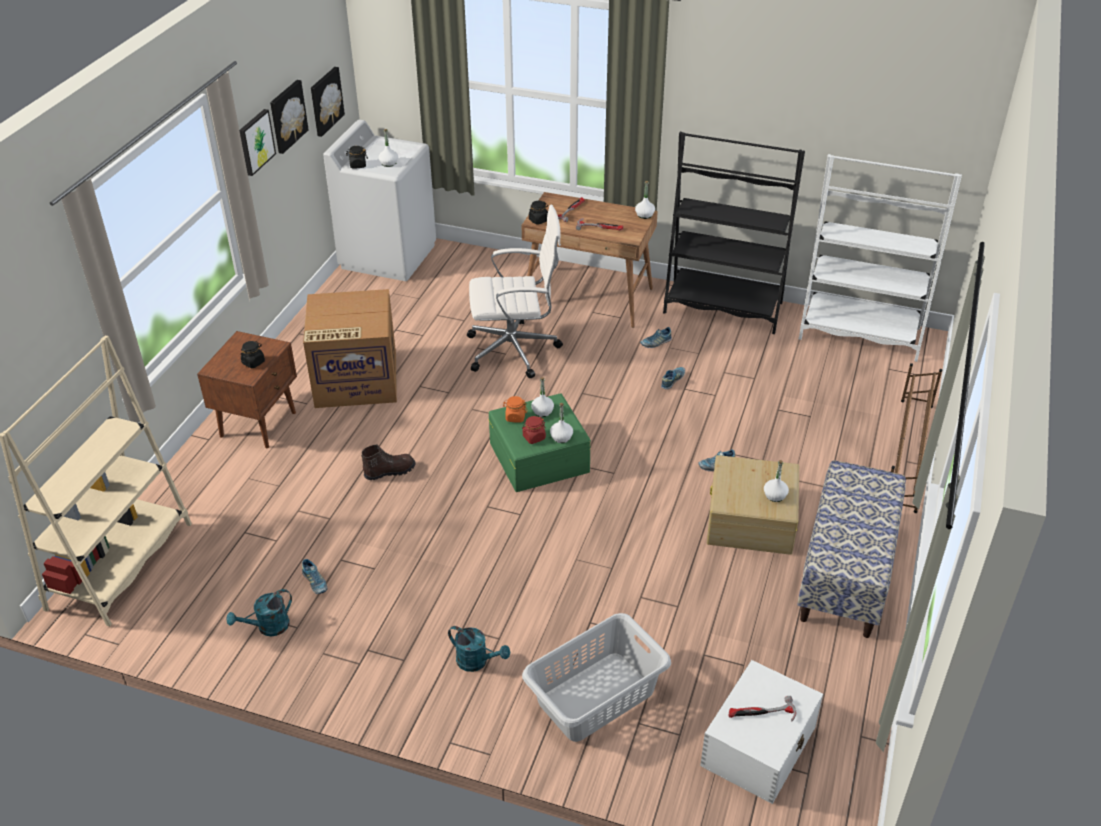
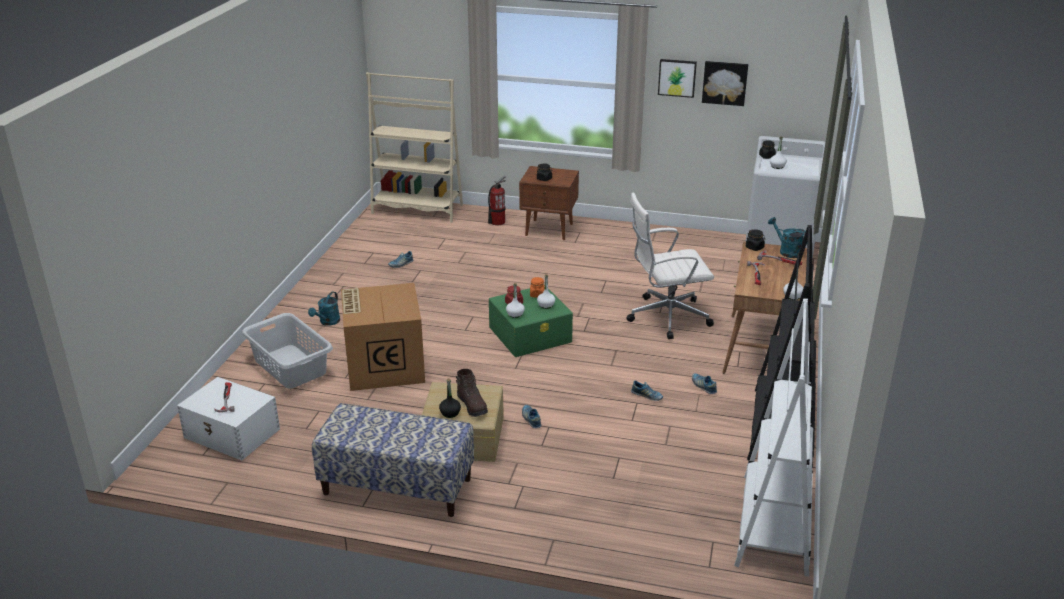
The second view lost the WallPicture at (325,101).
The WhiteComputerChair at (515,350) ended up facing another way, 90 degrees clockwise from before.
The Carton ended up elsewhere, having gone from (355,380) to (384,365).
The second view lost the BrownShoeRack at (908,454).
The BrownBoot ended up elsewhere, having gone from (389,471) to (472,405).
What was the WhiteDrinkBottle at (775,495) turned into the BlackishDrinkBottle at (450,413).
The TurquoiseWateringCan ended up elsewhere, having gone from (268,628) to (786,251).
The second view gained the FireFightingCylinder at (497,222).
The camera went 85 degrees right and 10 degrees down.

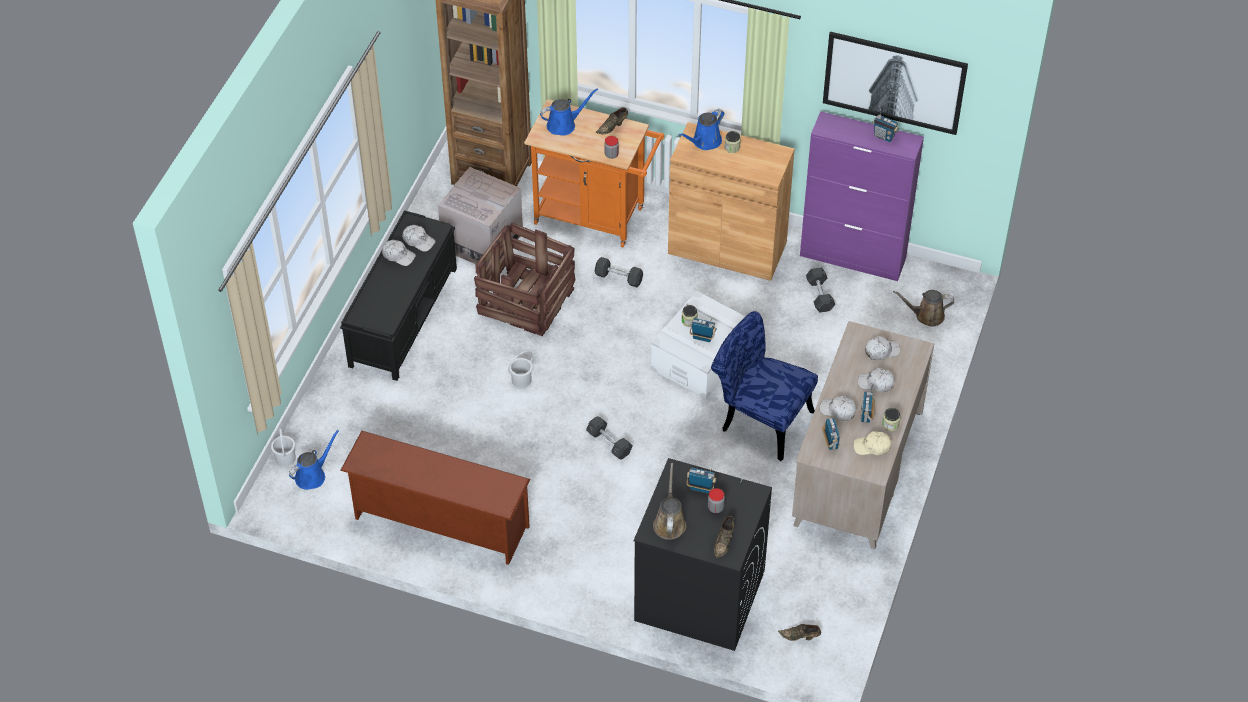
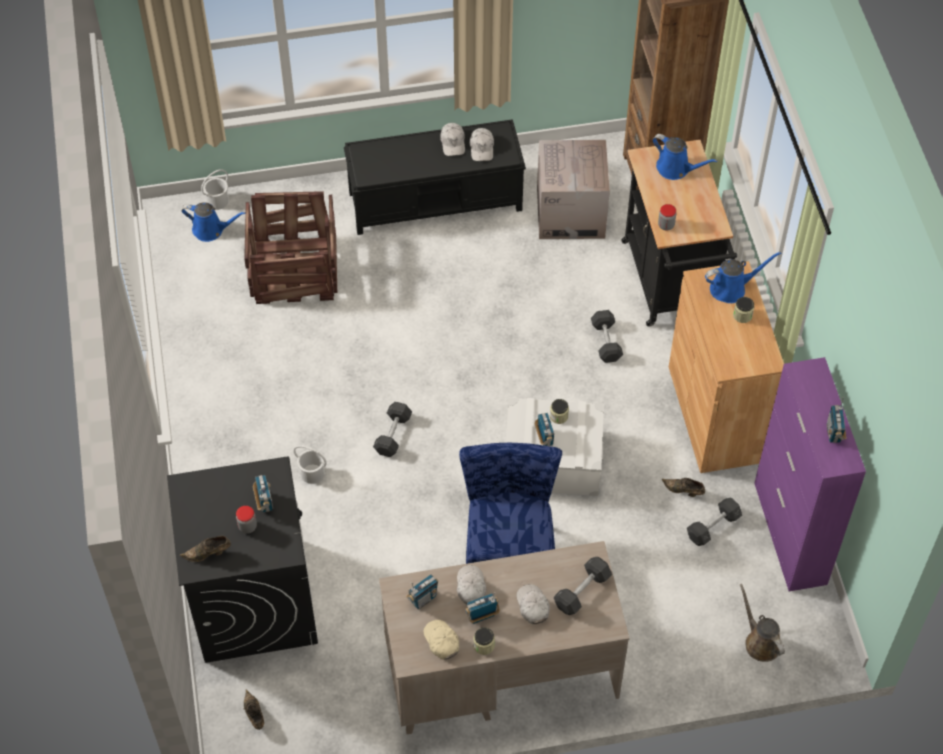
The second view lost the WallPicture at (894,82).
What was the OrangeyWheeledCart at (596,217) turned into the BlackishWheeledCart at (670,285).
The BrownShoe ended up elsewhere, having gone from (613,127) to (684,491).
The BlueColouredWateringCan at (704,142) ended up facing another way, 150 degrees clockwise from before.
The Crate ended up elsewhere, having gone from (527,299) to (295,270).
Where the WhiteCap stood at (881,351), the GreyishDumbbell came to stand at (582,591).
The WhitePail ended up elsewhere, having gone from (521,380) to (312,474).
The second view lost the BrownShoeRack at (439,523).
The second view lost the BrownWateringCan at (669,522).
The camera went 60 degrees right and 5 degrees up.

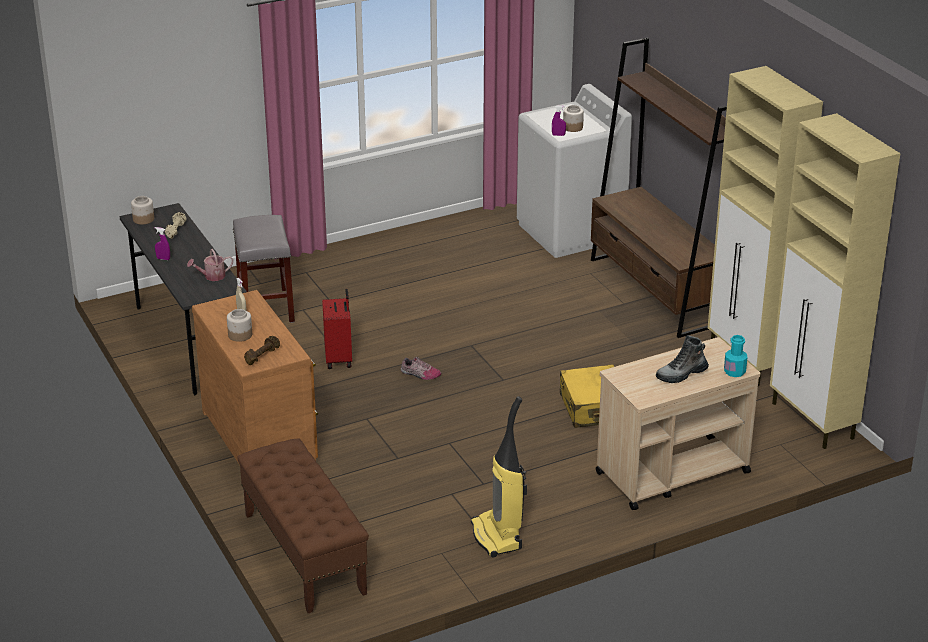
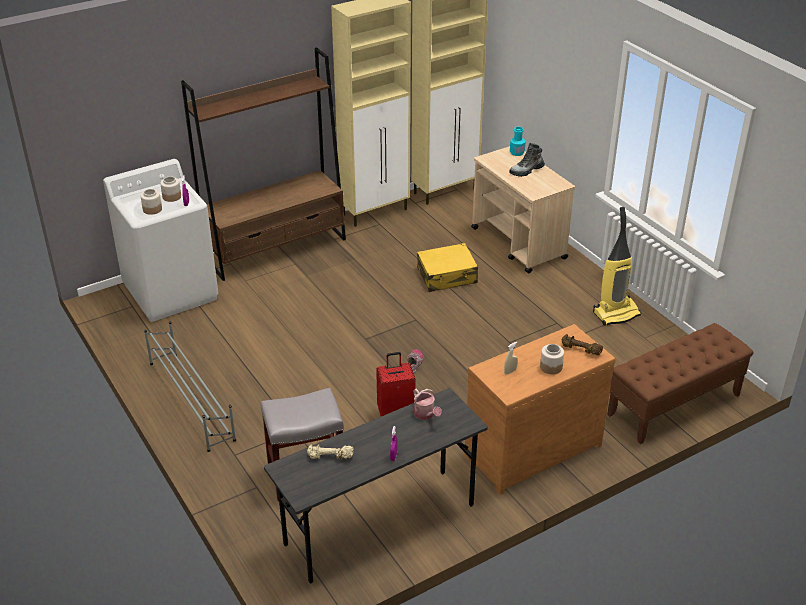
The PreserveJar ended up elsewhere, having gone from (143,219) to (152,209).
The Boot at (681,374) ended up facing another way, 90 degrees clockwise from before.
The second view gained the GreyishShoeRack at (191,400).
The camera went 95 degrees left and 5 degrees up.

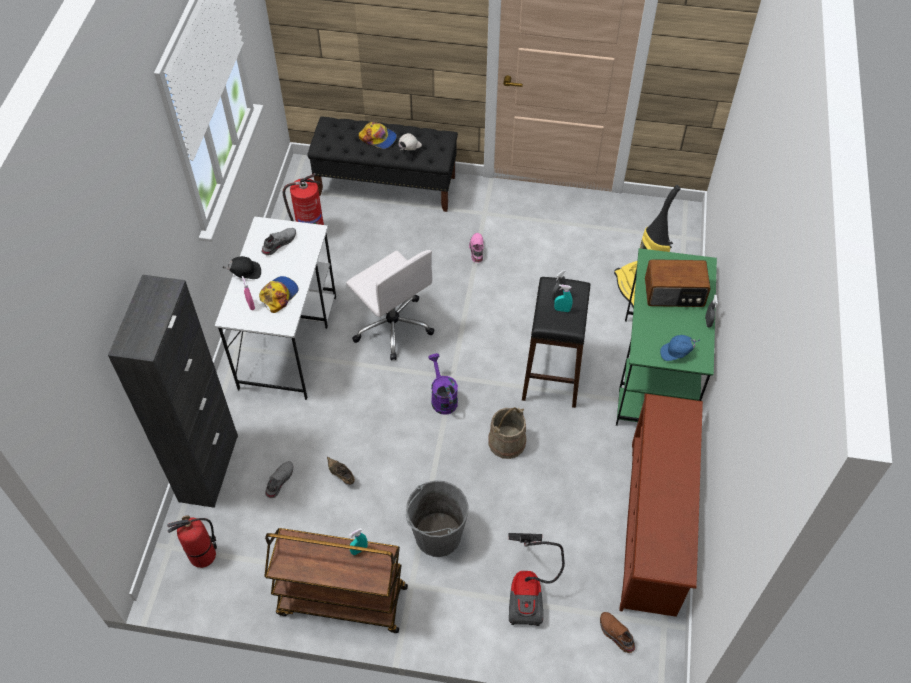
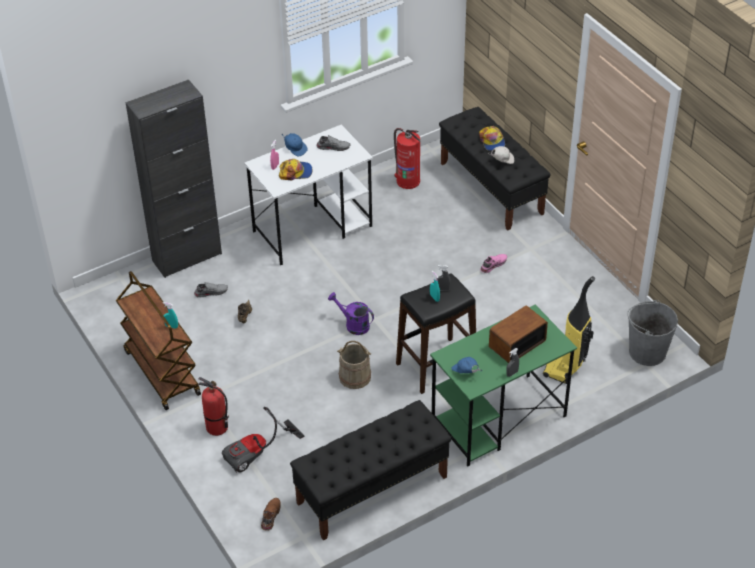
The second view lost the WhiteComputerChair at (392,326).
What was the BlackishCap at (245,273) turned into the BlueColouredCap at (295,149).
The RadioSet at (674,294) ended up facing another way, 90 degrees clockwise from before.
The PurpleColouredWateringCan at (442,397) ended up facing another way, 90 degrees counterclockwise from before.
Where the BrownShoeRack stood at (654,527), the BlackishLongSeat came to stand at (371,490).
The GreyishPail ended up elsewhere, having gone from (437,535) to (647,352).
The FireFightingCylinder ended up elsewhere, having gone from (202,556) to (216,428).
The camera went 50 degrees right and 10 degrees down.

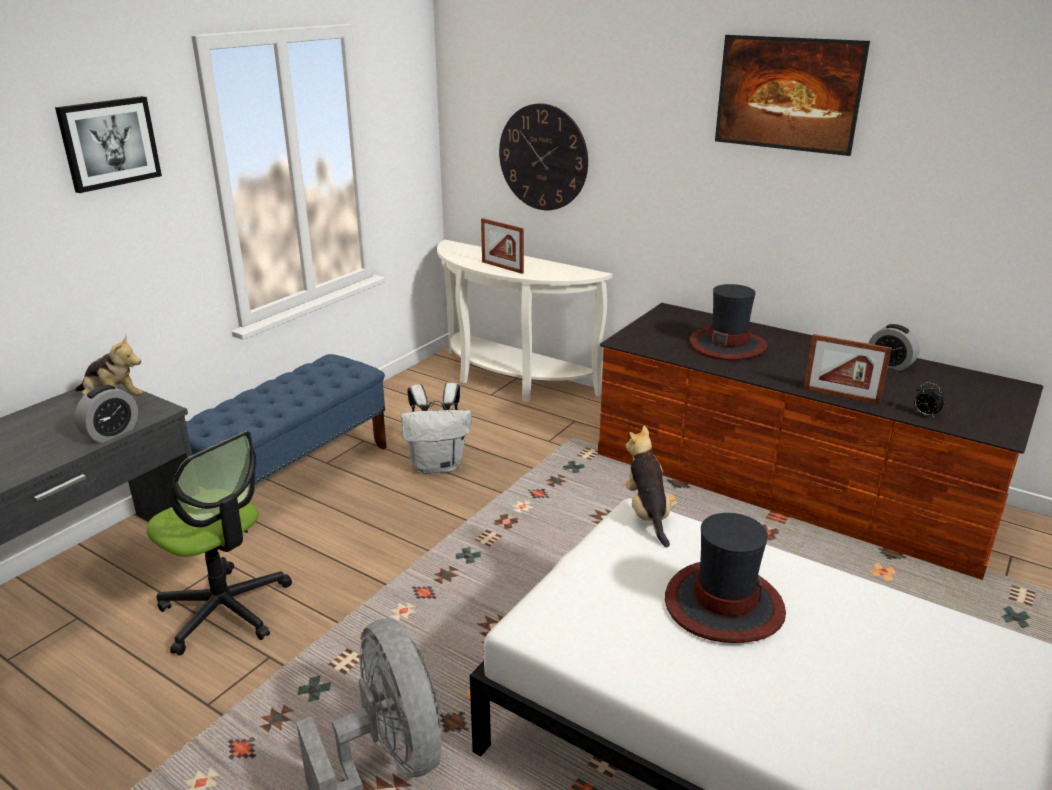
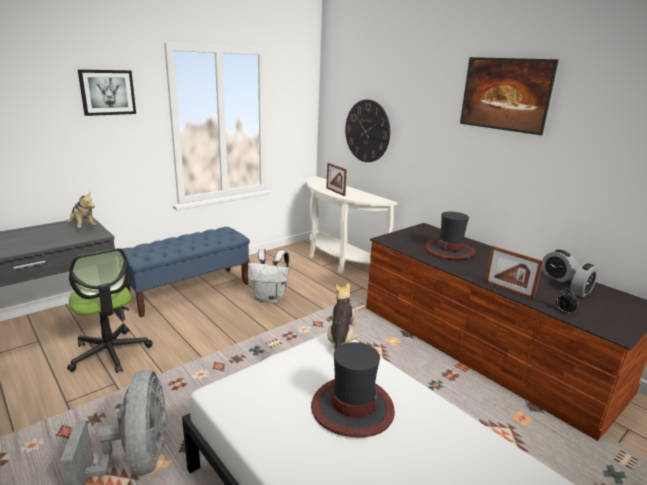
The AlarmClock ended up elsewhere, having gone from (111,433) to (580,292).
The camera went 15 degrees right and 5 degrees down.

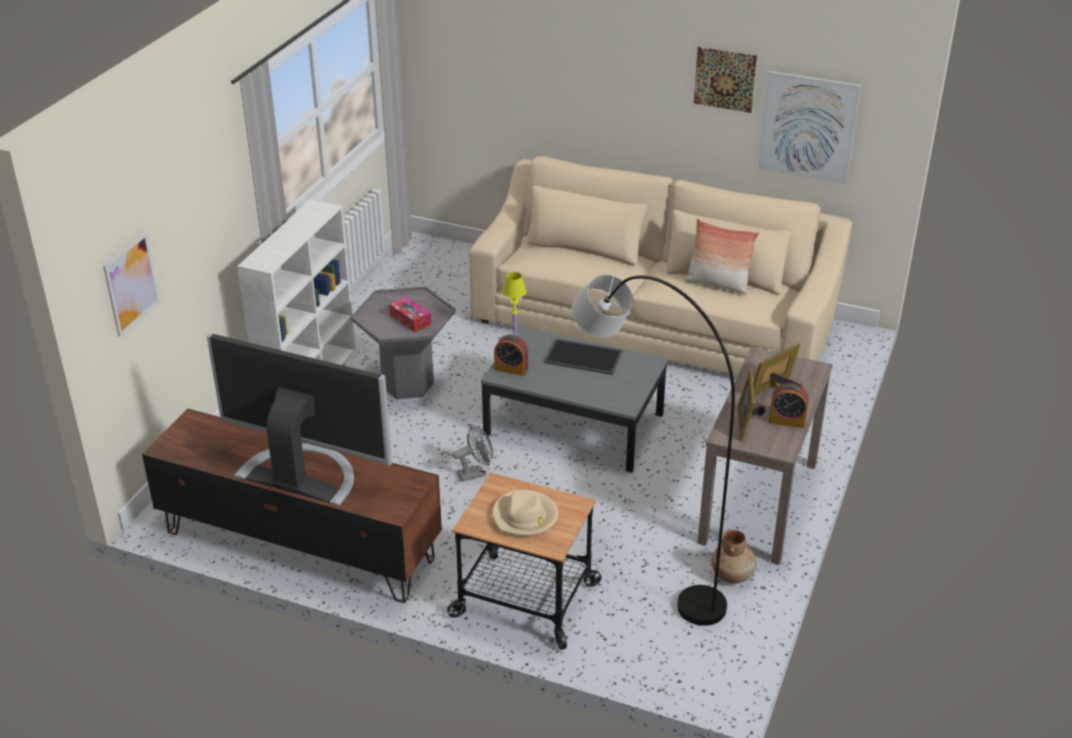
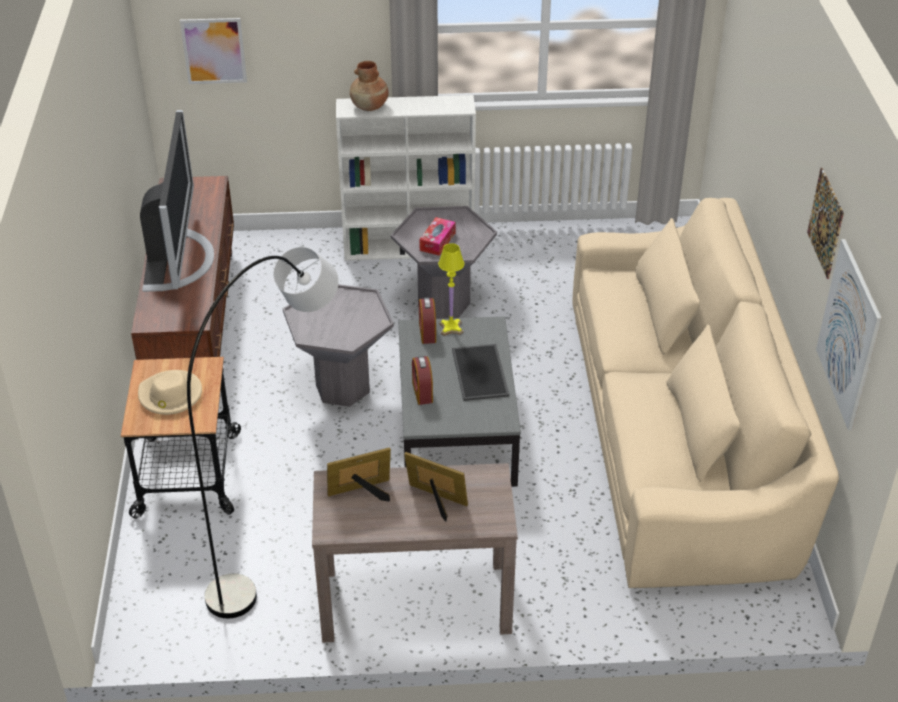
The second view lost the ThrowPillow at (718,284).
The AlarmClock ended up elsewhere, having gone from (787,421) to (422,392).
Where the GreyishElectricFan stood at (475,473), the GreyishSideTable came to stand at (342,388).
The BrownFlowerVase ended up elsewhere, having gone from (732,575) to (369,106).
The camera went 65 degrees right and 5 degrees up.

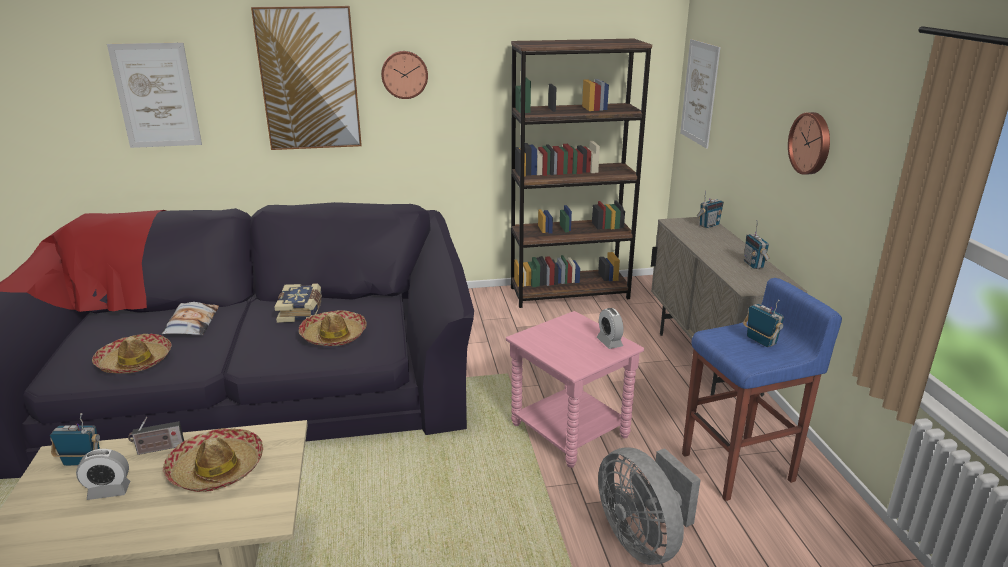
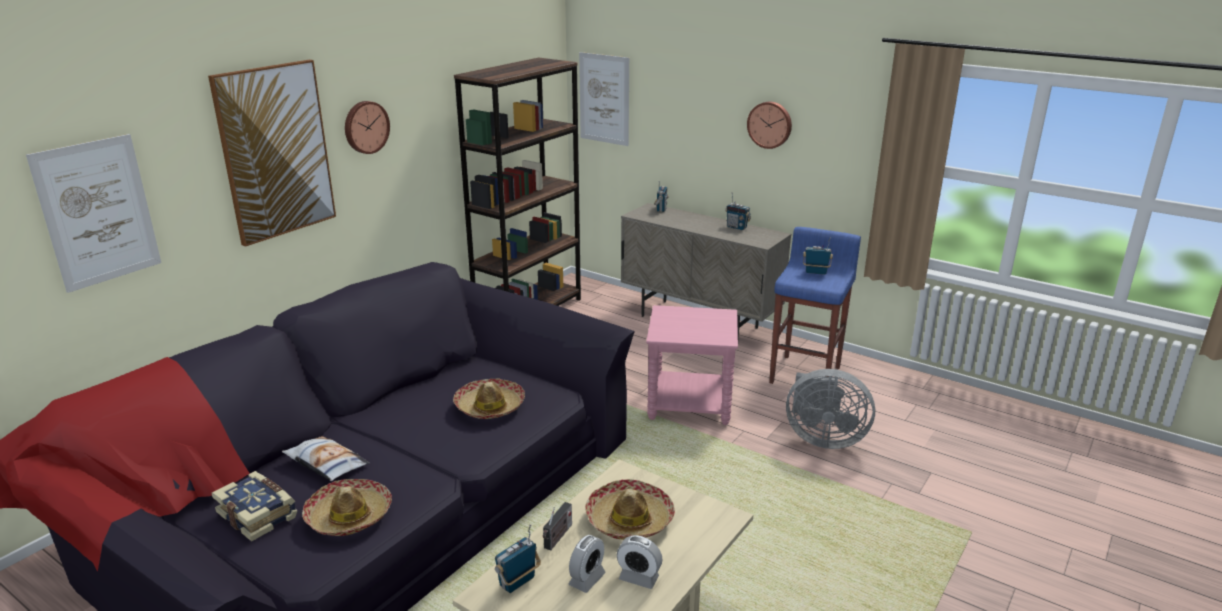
The Book ended up elsewhere, having gone from (301,311) to (259,514).
The AlarmClock ended up elsewhere, having gone from (609,342) to (639,578).
The camera went 45 degrees left and 0 degrees up.

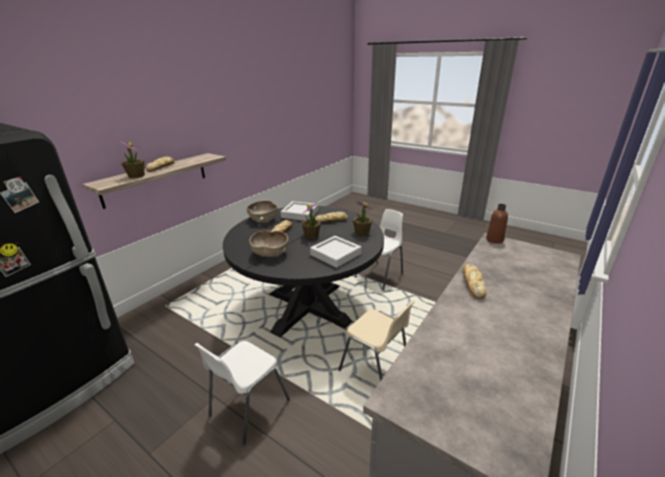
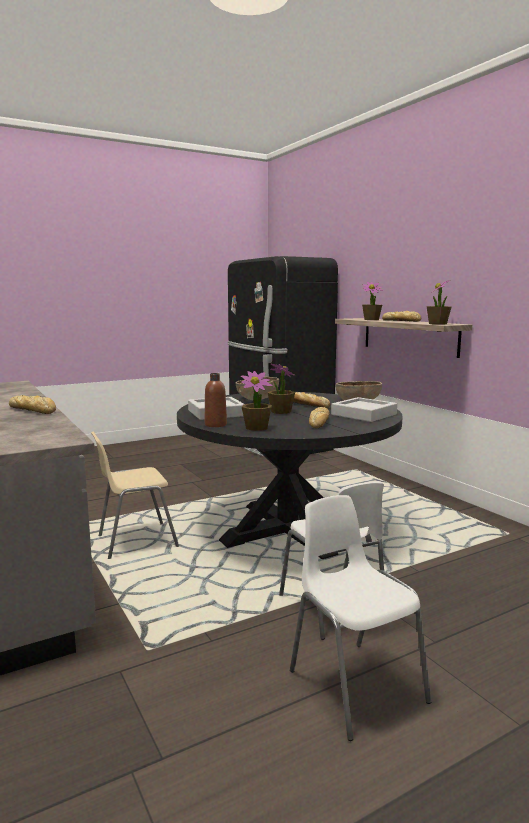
The BrownDrinkBottle ended up elsewhere, having gone from (494,240) to (215,425).
The WhiteChair ended up elsewhere, having gone from (247,408) to (354,684).
The second view gained the PlantInAPot at (438,324).
The camera went 115 degrees right and 15 degrees down.

